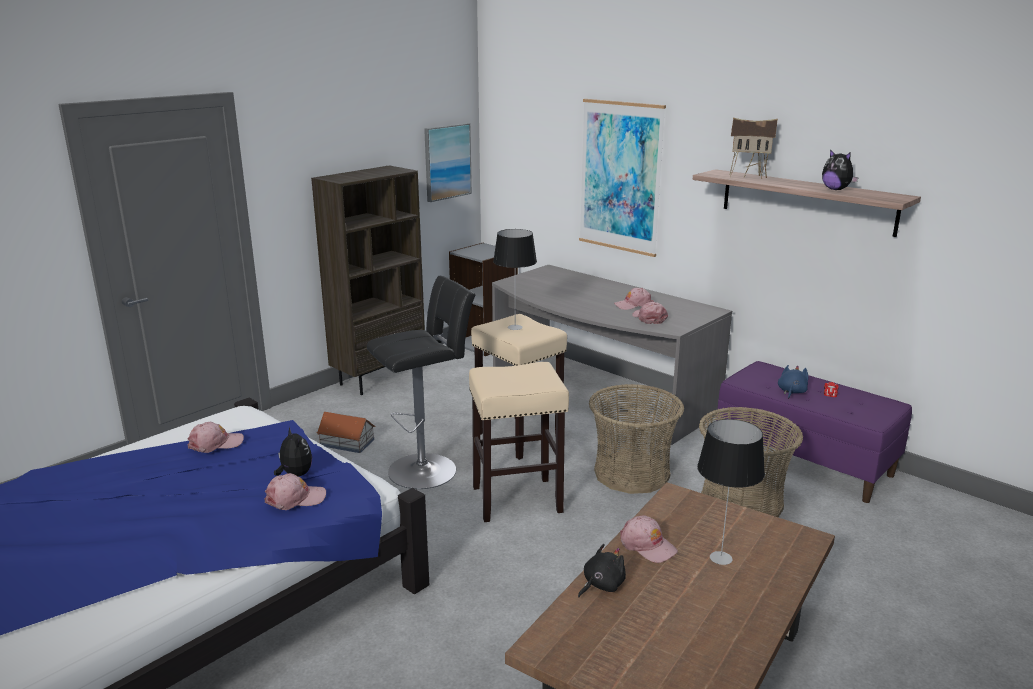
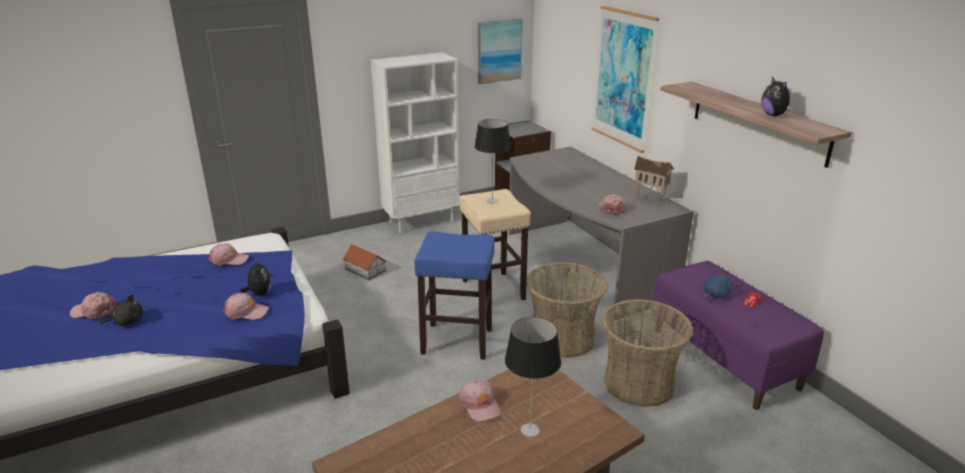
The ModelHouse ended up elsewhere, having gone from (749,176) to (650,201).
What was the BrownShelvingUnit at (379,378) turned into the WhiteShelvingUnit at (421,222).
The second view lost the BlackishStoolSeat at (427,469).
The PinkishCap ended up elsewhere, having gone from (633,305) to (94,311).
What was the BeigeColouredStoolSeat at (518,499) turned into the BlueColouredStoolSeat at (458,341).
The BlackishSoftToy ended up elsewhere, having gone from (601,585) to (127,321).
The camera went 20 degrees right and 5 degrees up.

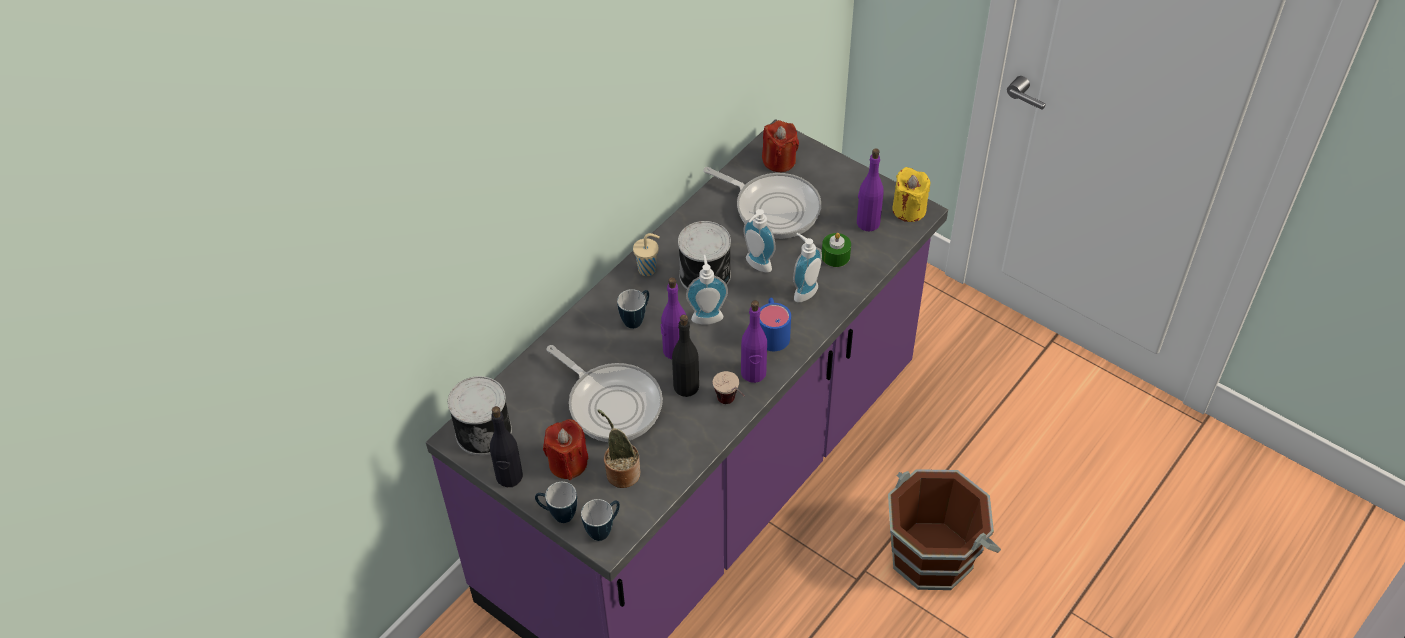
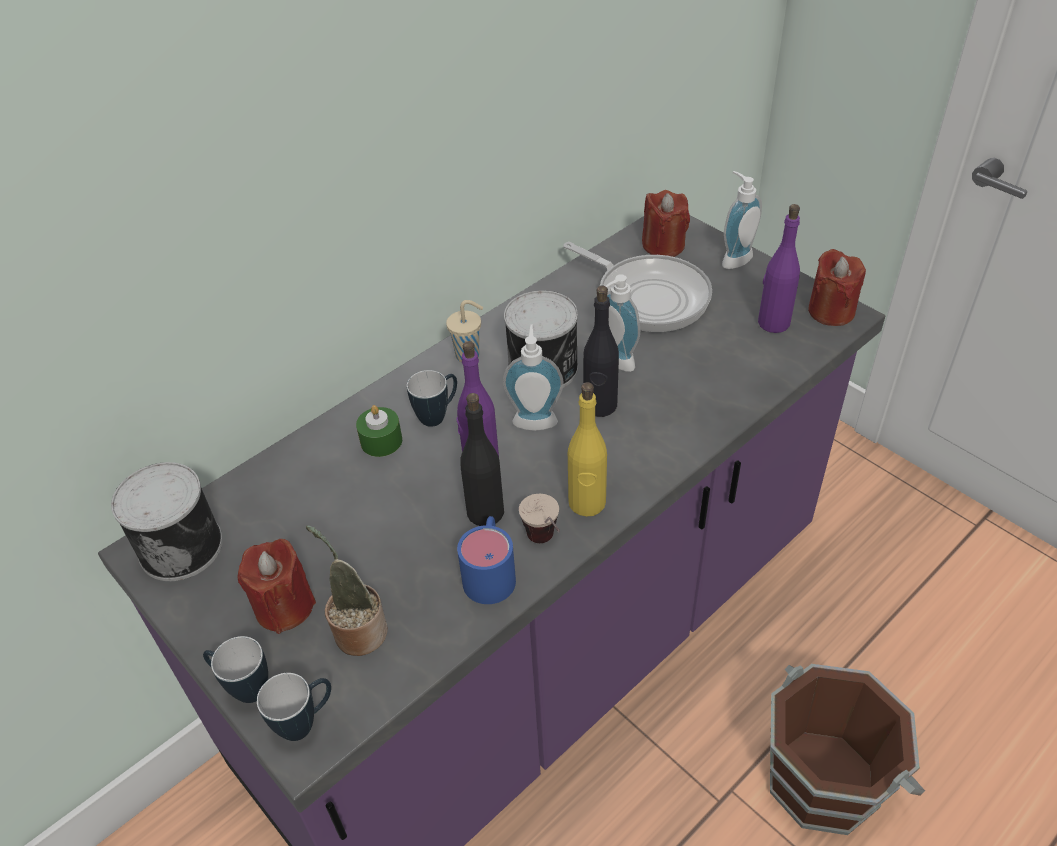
What was the YellowColouredWaxLight at (909,209) turned into the RedWaxLight at (831,311).
The SoapDispenser ended up elsewhere, having gone from (803,291) to (734,258).
The GreenishWaxLight ended up elsewhere, having gone from (835,256) to (381,441).
The BlueColouredTeaMug ended up elsewhere, having gone from (772,332) to (490,571).
What was the PurpleColouredDrinkBottle at (753,373) turned into the YellowColouredDrinkBottle at (587,503).
The second view lost the Skillet at (611,403).
The BlackishDrinkBottle ended up elsewhere, having gone from (509,477) to (600,405).
The camera went 10 degrees right and 5 degrees down.

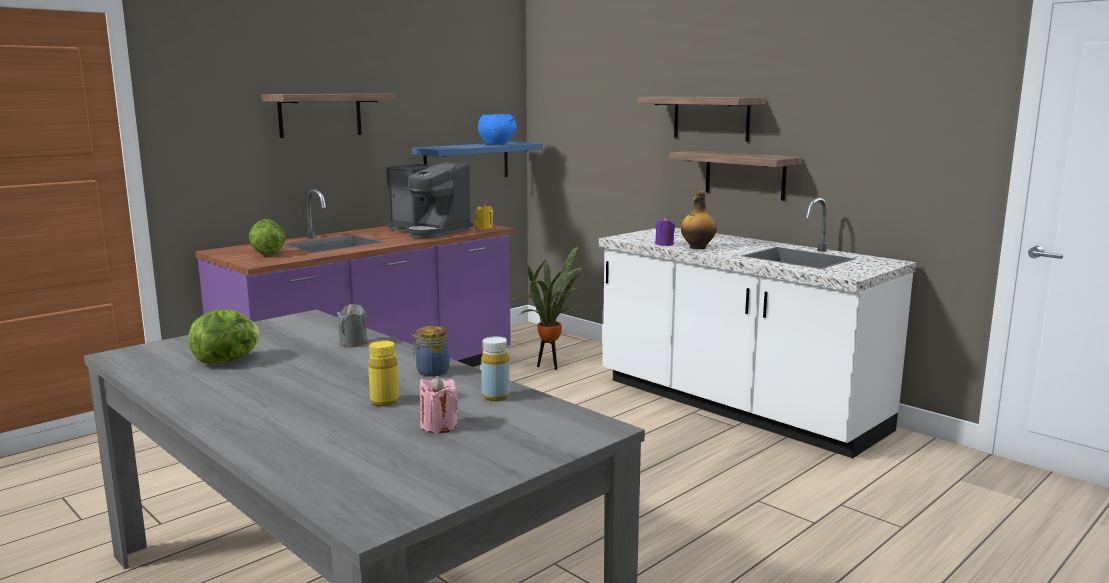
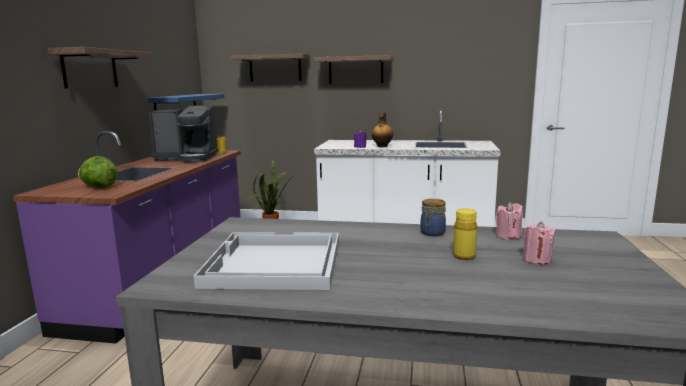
The second view lost the BlueColouredBowl at (497,144).
The Shelf ended up elsewhere, having gone from (745,174) to (275,68).
The second view lost the GreyishWaxLight at (353,343).
Where the HeadOfLettuce stood at (228,361), the WhiteTray came to stand at (273,263).
Where the YellowColouredDrinkBottle stood at (495,396), the PinkishWaxLight came to stand at (508,236).
The camera went 35 degrees left and 0 degrees up.

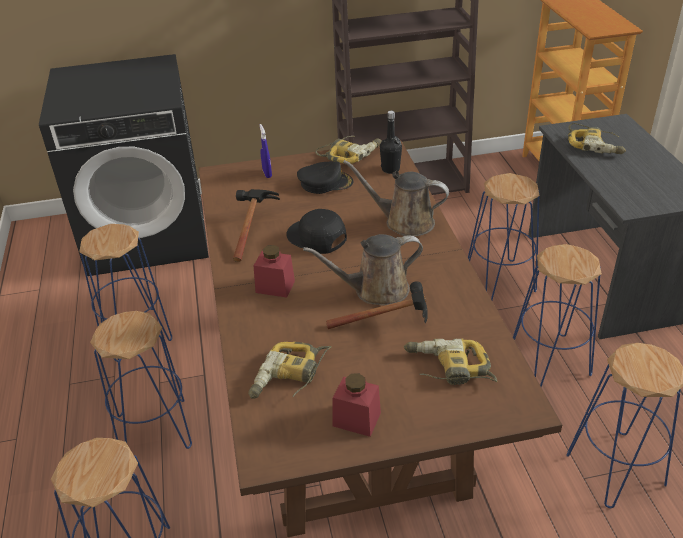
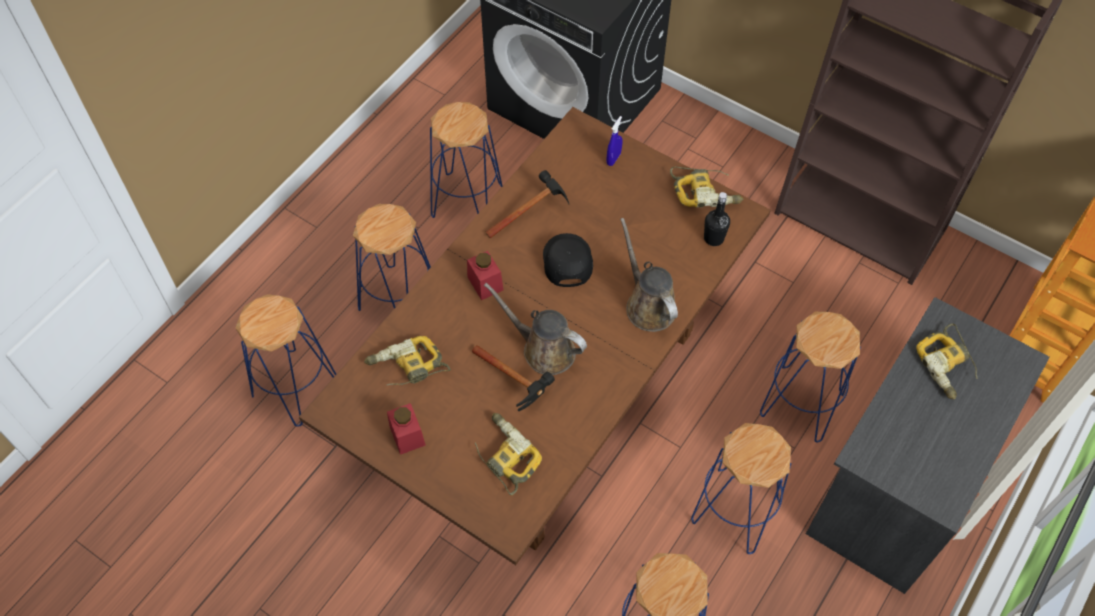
The second view lost the BlackishCap at (325,182).
The camera went 45 degrees right and 20 degrees up.

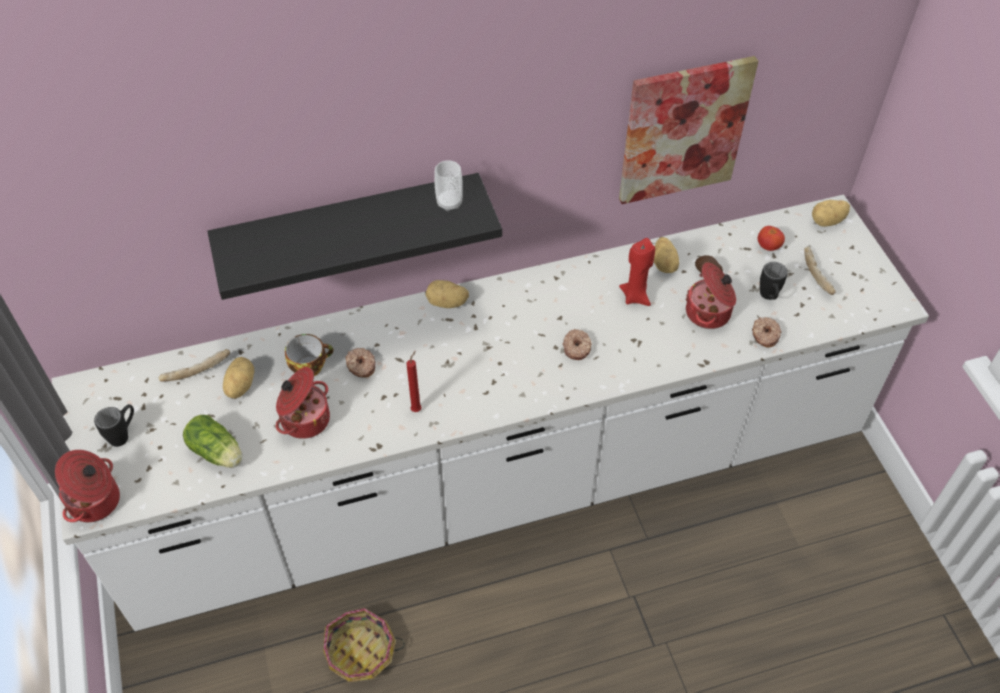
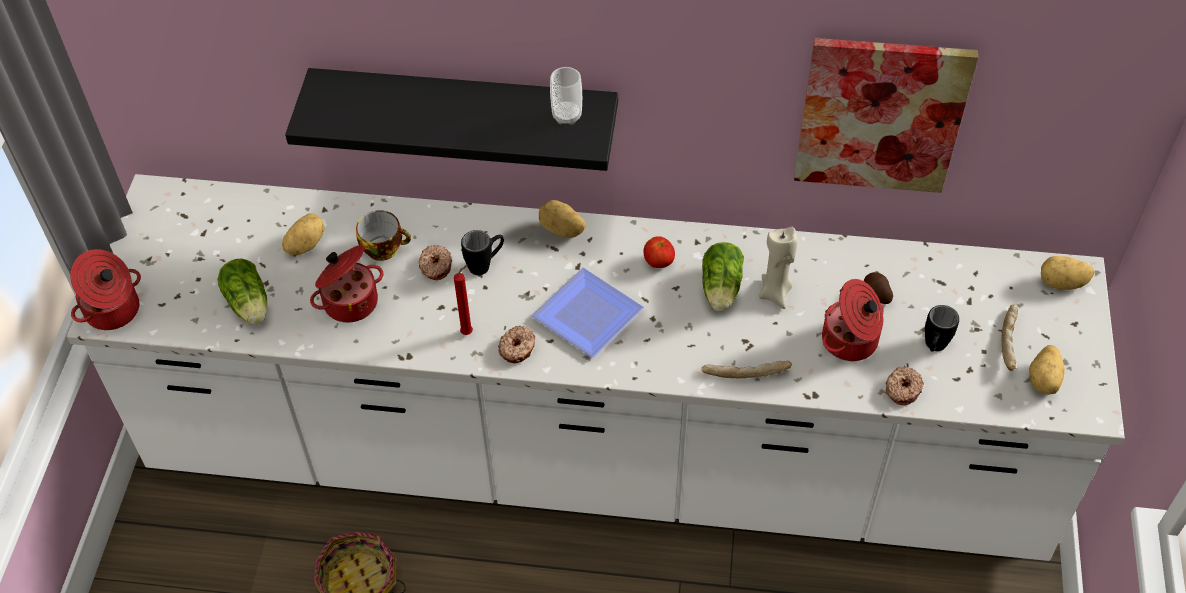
The FreshTomato ended up elsewhere, having gone from (768,246) to (658,262).
The WholePotato ended up elsewhere, having gone from (664,264) to (1044,380).
What was the RedWaxLight at (635,296) turned into the BeigeColouredWaxLight at (775,293).
The RingDoughnut ended up elsewhere, having gone from (577,348) to (518,348).
The BakeryBread ended up elsewhere, having gone from (196,370) to (745,372).
The BlackishTeaMug ended up elsewhere, having gone from (124,434) to (485,264).
The second view gained the HeadOfLettuce at (720,290).
The second view gained the DinnerPlate at (588,318).
The camera went 25 degrees right and 0 degrees up.

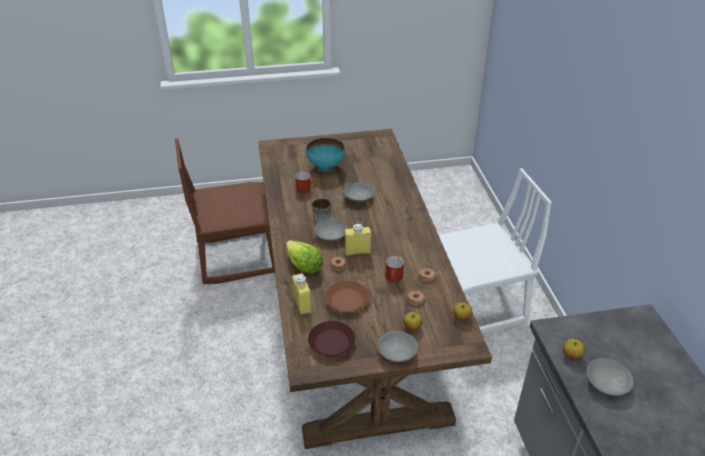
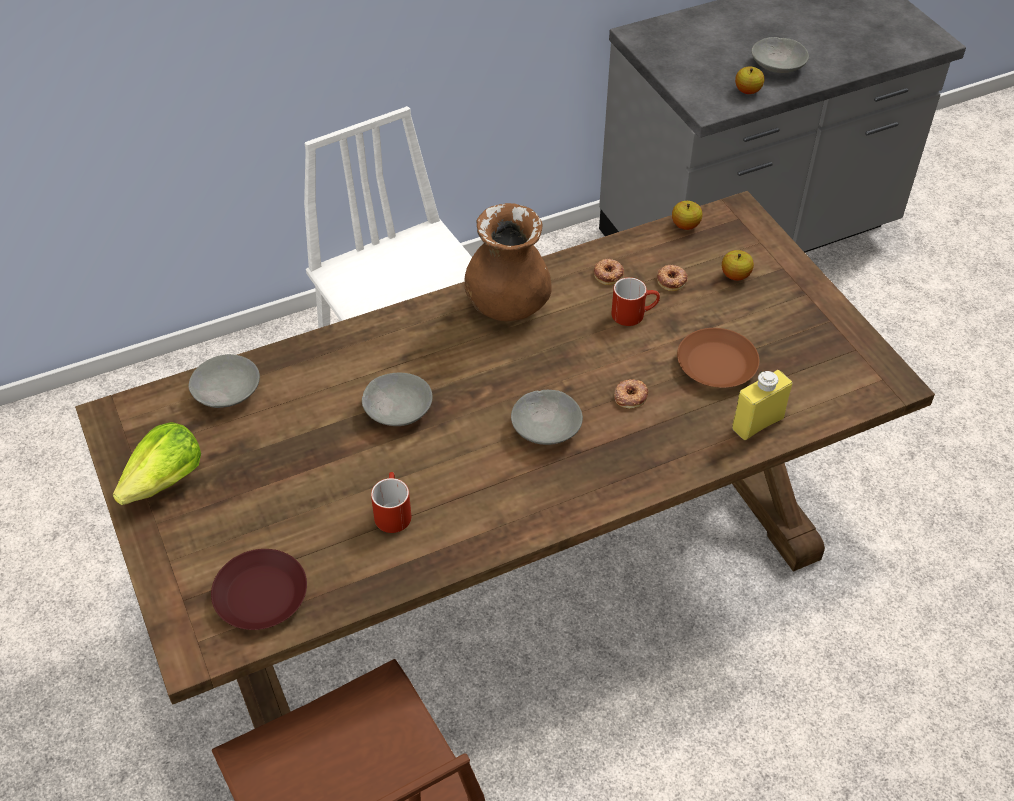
The second view lost the TurquoiseBowl at (326,167).
The second view lost the TeaMug at (319,217).
The second view lost the YellowColouredDrinkBottle at (357,251).
The HeadOfLettuce ended up elsewhere, having gone from (303,265) to (165,481).
The BrownDinnerPlate ended up elsewhere, having gone from (331,343) to (262,594).
The GreyishBowl ended up elsewhere, having gone from (397,352) to (226,391).
The second view gained the BrownFlowerVase at (507,306).
The camera went 105 degrees left and 10 degrees up.

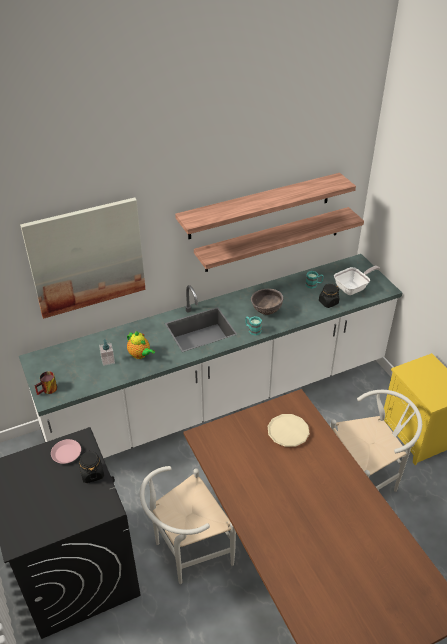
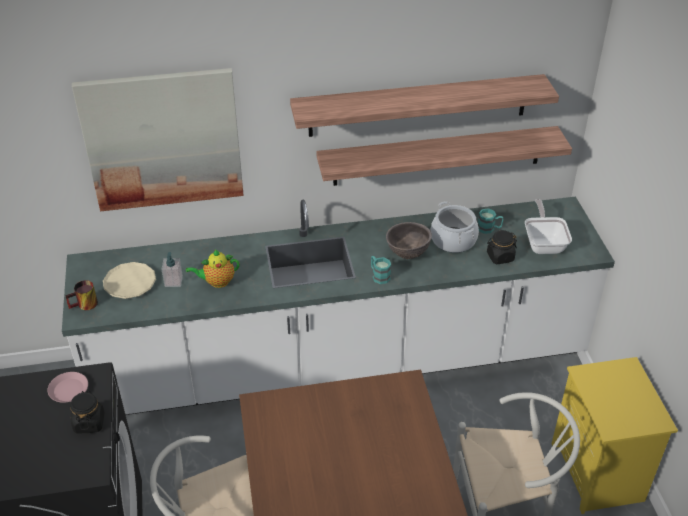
The Skillet at (353,288) ended up facing another way, 75 degrees counterclockwise from before.
The TeaPot at (140,355) ended up facing another way, 105 degrees clockwise from before.
The BeigeColouredDinnerPlate ended up elsewhere, having gone from (288,432) to (130,283).
The second view gained the CookingPot at (453,240).
The camera went 15 degrees right and 0 degrees up.

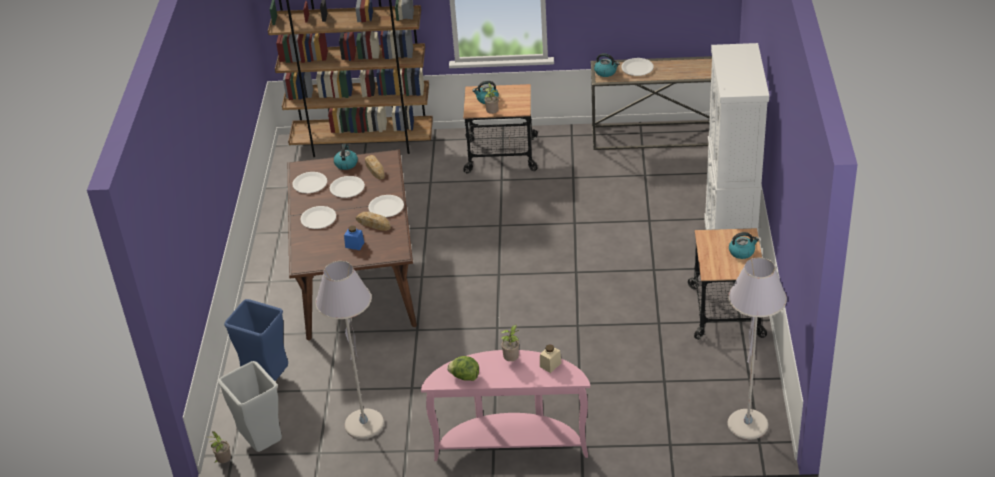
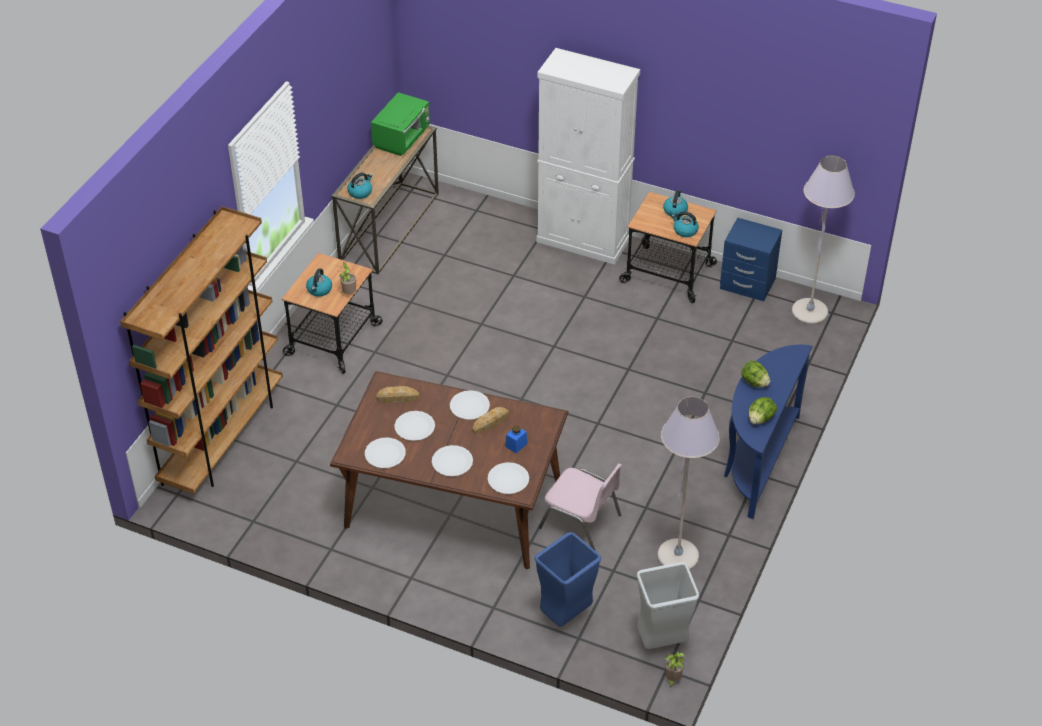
The WhiteDinnerPlate ended up elsewhere, having gone from (637,68) to (508,479).
The TeaKettle ended up elsewhere, having gone from (346,164) to (685,231).
Where the PlantInAPot stood at (512,360), the HeadOfLettuce came to stand at (754,382).
The second view lost the BeigeColouredPreserveJar at (550,365).
What was the PinkishNarrowTable at (511,443) turned into the BlueColouredNarrowTable at (757,460).
The second view gained the GreenishMicrowave at (402,138).
The second view gained the BlueColouredNightstand at (747,284).
The second view gained the PinkishChair at (581,522).
The camera went 70 degrees left and 5 degrees up.

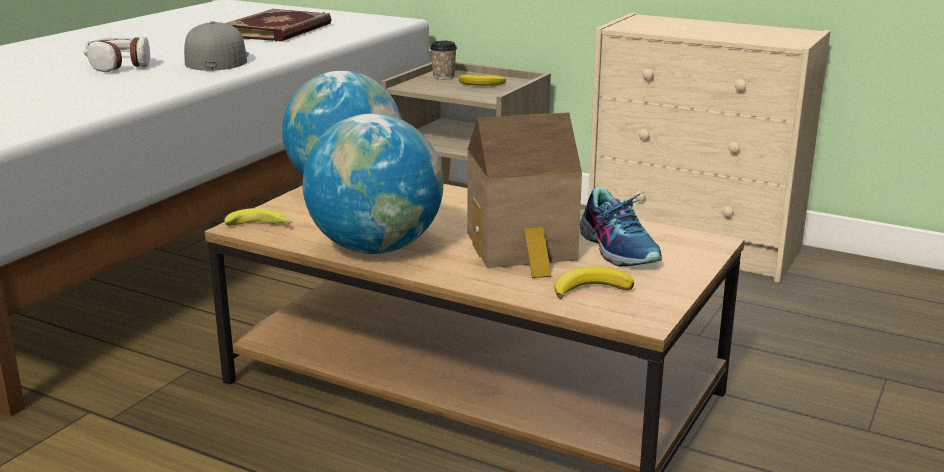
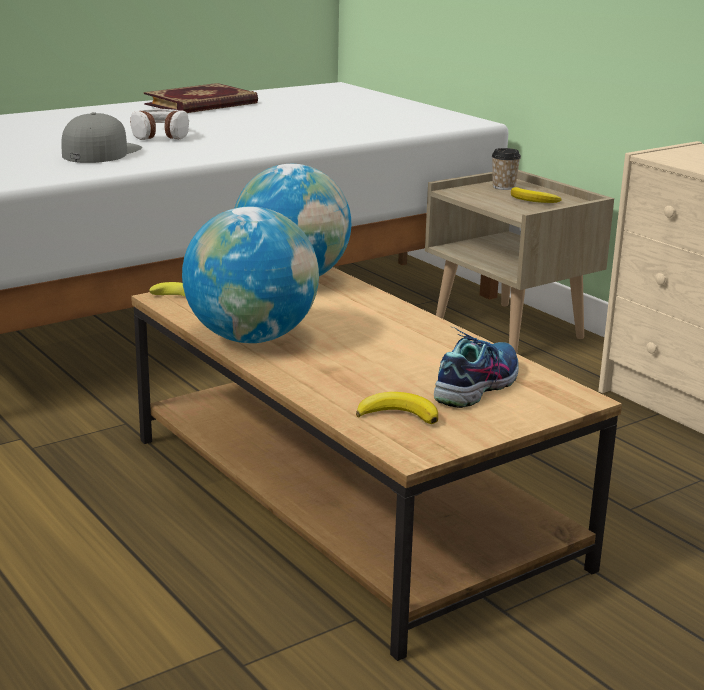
The Book ended up elsewhere, having gone from (280,31) to (202,104).
The GreyishCap ended up elsewhere, having gone from (217,60) to (101,152).
The second view lost the ModelHouse at (523,249).
The Shoe at (619,248) ended up facing another way, 150 degrees counterclockwise from before.
The camera went 25 degrees right and 0 degrees up.

